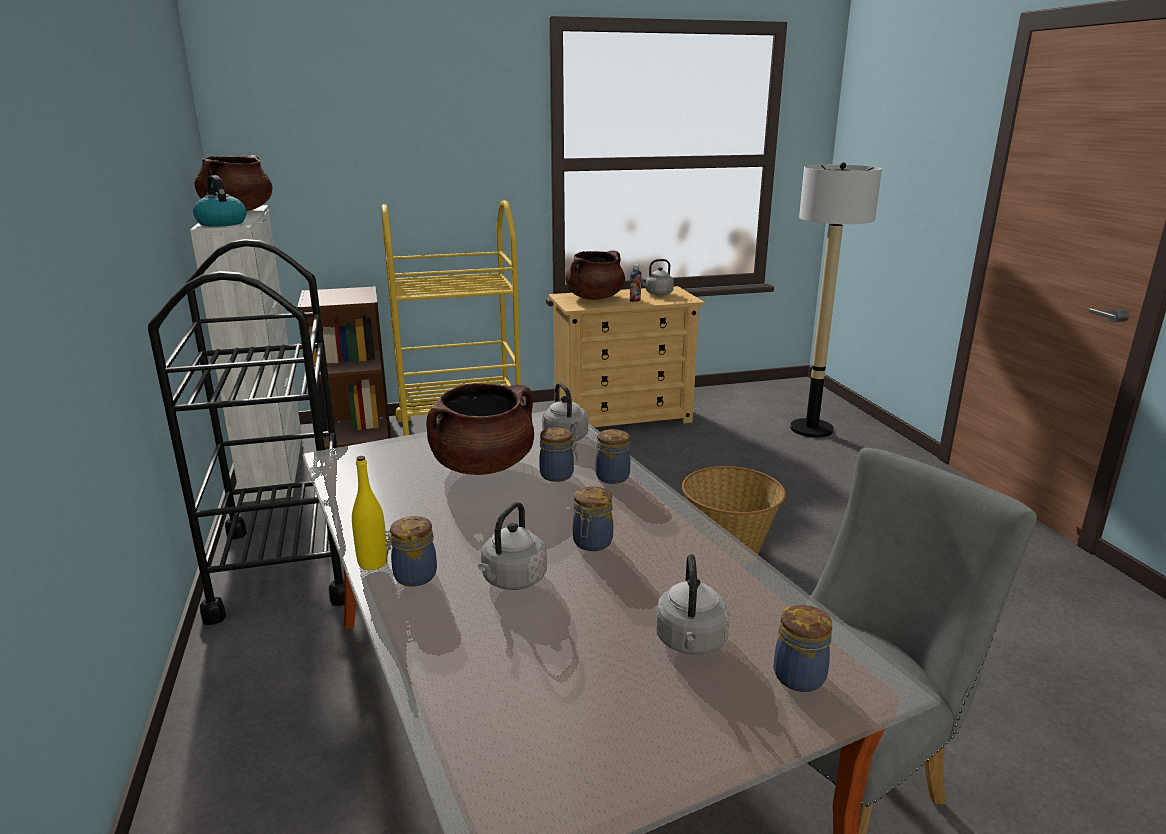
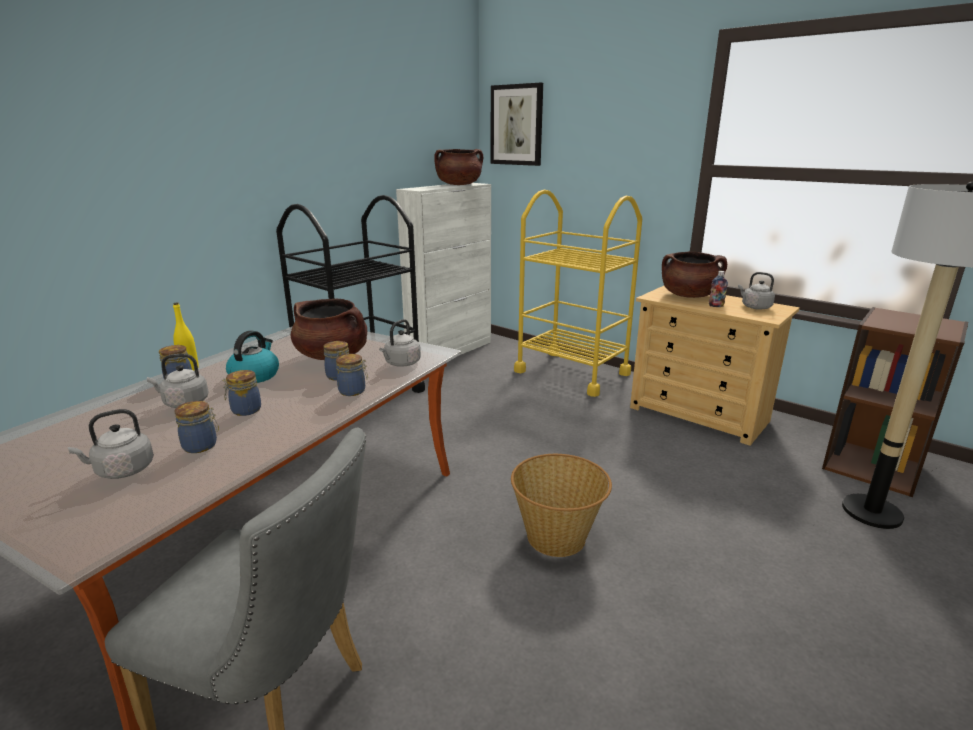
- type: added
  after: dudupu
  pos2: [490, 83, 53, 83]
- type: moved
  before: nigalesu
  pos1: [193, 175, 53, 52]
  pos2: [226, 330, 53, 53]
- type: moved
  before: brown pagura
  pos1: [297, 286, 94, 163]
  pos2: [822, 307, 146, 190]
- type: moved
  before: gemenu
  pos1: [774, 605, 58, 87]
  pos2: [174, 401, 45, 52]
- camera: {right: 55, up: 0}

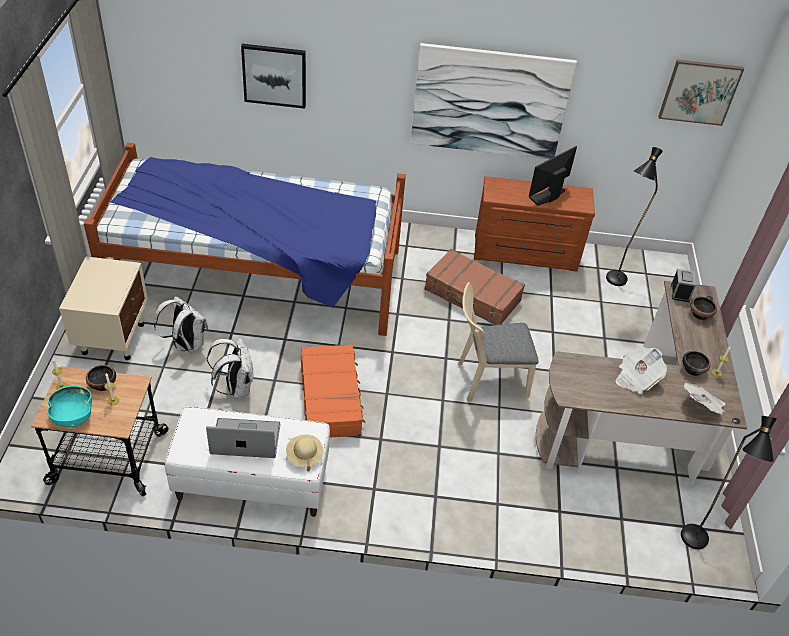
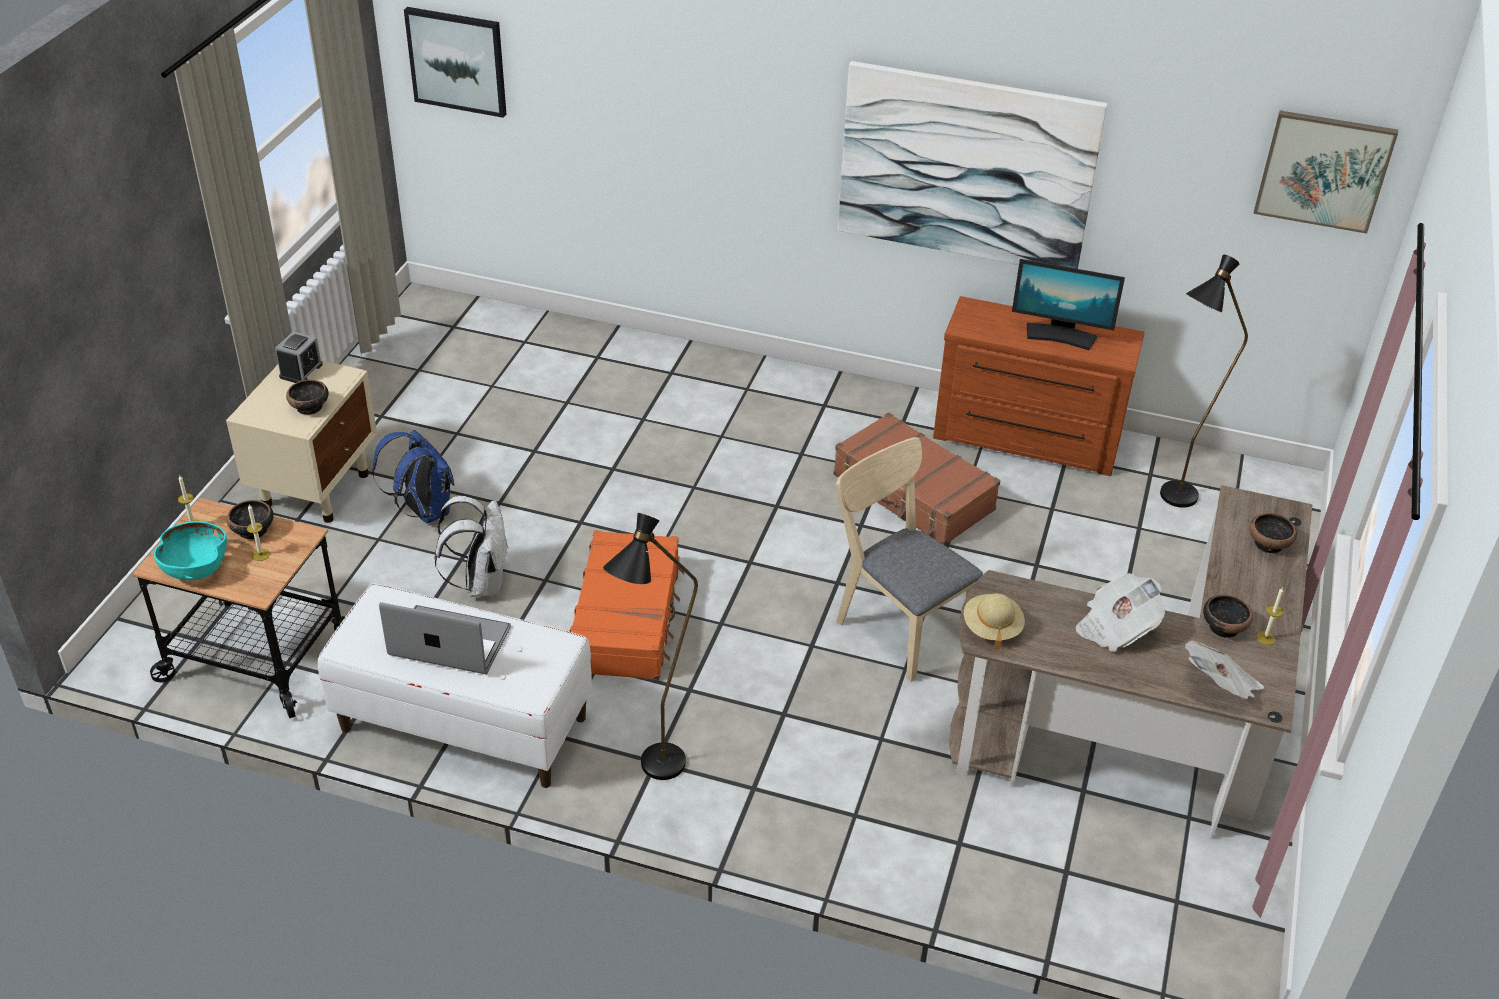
- type: removed
  before: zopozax
  pos1: [84, 143, 322, 193]
- type: added
  after: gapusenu
  pos2: [286, 380, 43, 35]
- type: moved
  before: dudupu
  pos1: [241, 44, 65, 65]
  pos2: [404, 7, 102, 111]
- type: moved
  before: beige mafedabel
  pos1: [286, 435, 38, 36]
  pos2: [964, 593, 61, 57]
- type: moved
  before: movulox
  pos1: [671, 269, 25, 33]
  pos2: [275, 331, 48, 52]
- type: moved
  before: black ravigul
  pos1: [681, 416, 96, 133]
  pos2: [603, 513, 95, 267]
- type: recoloured
  before: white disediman
  after: blue disediman
  pos1: [154, 296, 54, 57]
  pos2: [372, 430, 83, 93]
- type: turned
  before: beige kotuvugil
  pos1: [458, 282, 81, 121]
  pos2: [835, 437, 148, 245]
  turn: 45
- type: turned
  before: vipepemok
  pos1: [529, 146, 48, 60]
  pos2: [1012, 259, 113, 91]
  turn: -135
- camera: {right: 15, up: -5}

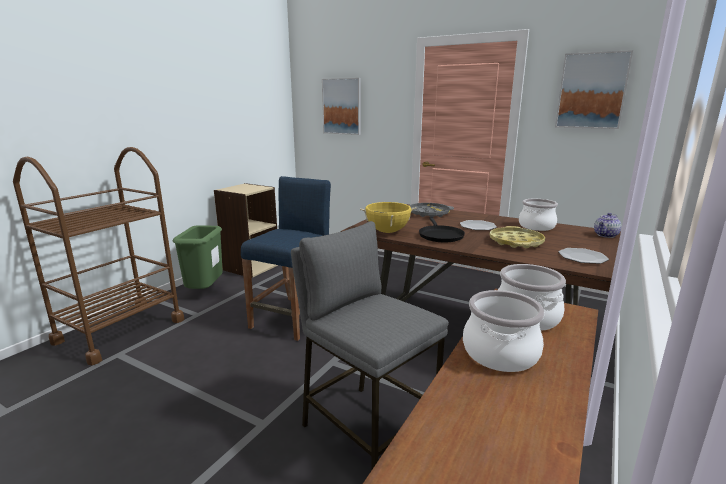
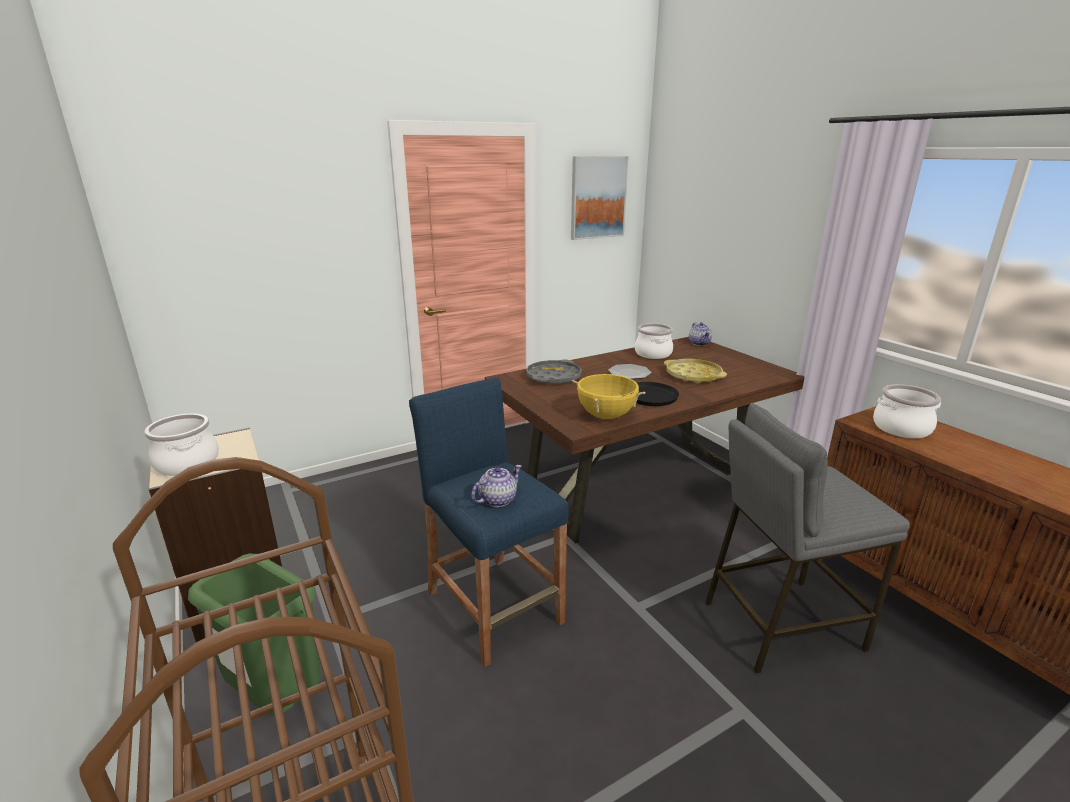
- type: removed
  before: dudupu
  pos1: [322, 78, 39, 57]
- type: removed
  before: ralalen
  pos1: [558, 248, 51, 16]
- type: added
  after: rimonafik
  pos2: [471, 465, 51, 42]
- type: moved
  before: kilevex
  pos1: [463, 290, 82, 82]
  pos2: [144, 414, 75, 62]
- camera: {right: -60, up: 5}

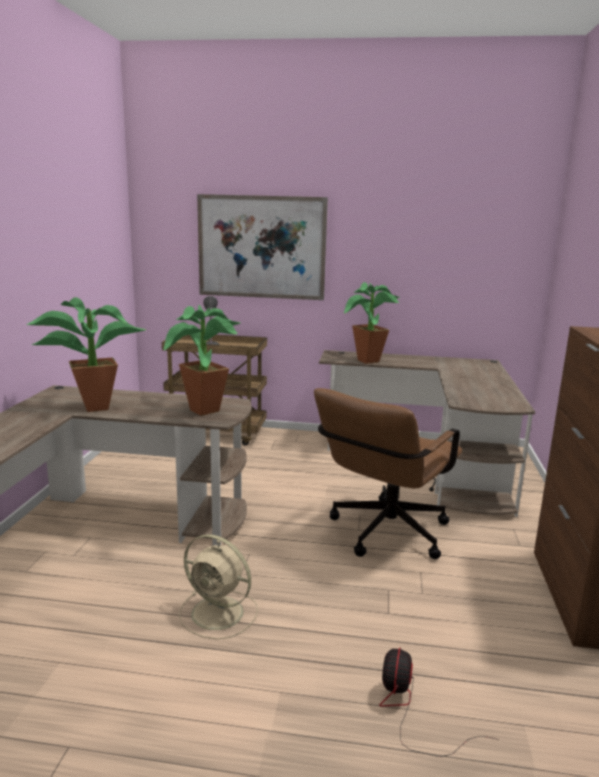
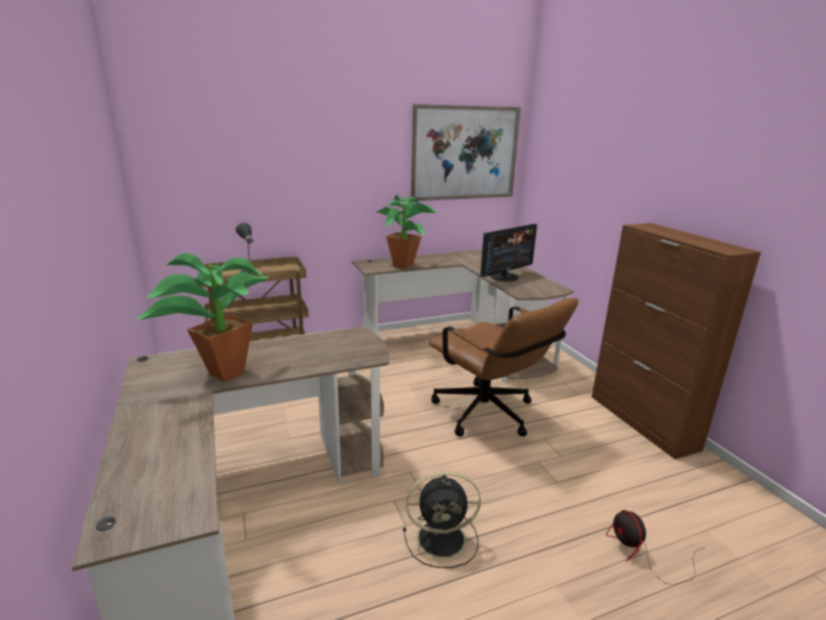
- type: removed
  before: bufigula
  pos1: [163, 305, 78, 111]
- type: added
  after: vipepemok
  pos2: [480, 224, 57, 58]
- type: moved
  before: dudupu
  pos1: [197, 194, 131, 106]
  pos2: [411, 104, 110, 97]
- type: recoloured
  before: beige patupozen
  after: black patupozen
  pos1: [179, 534, 79, 105]
  pos2: [403, 471, 78, 97]
- type: turned
  before: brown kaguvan
  pos1: [314, 388, 149, 171]
  pos2: [429, 298, 150, 138]
  turn: -45
- camera: {right: -30, up: 5}

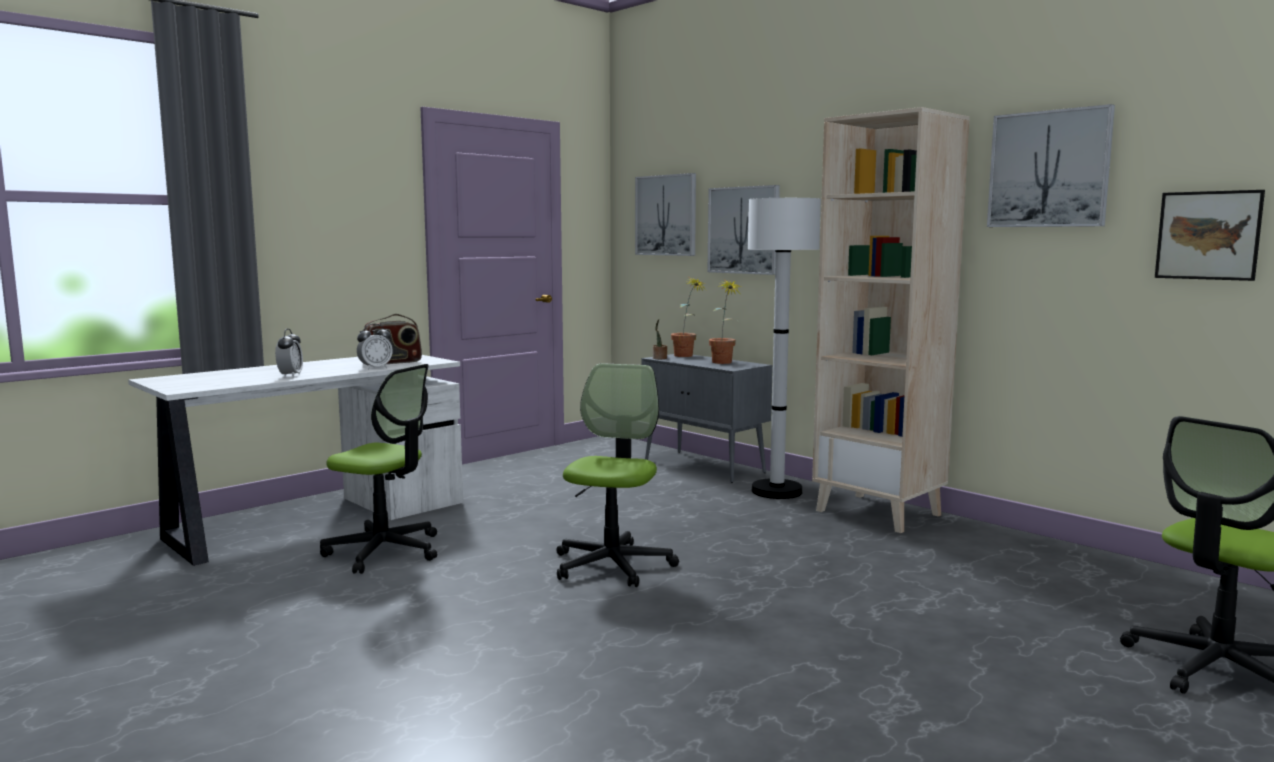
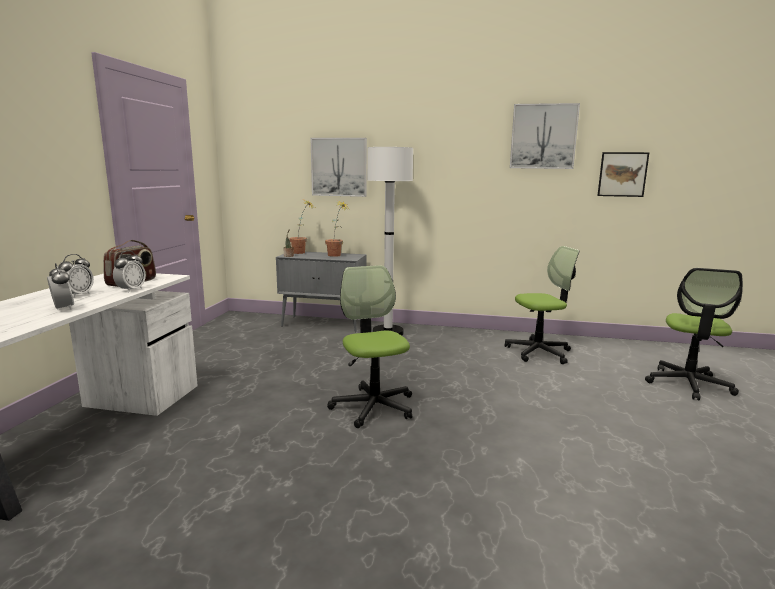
- type: removed
  before: dudupu
  pos1: [635, 173, 61, 83]
- type: removed
  before: beige pagura
  pos1: [812, 107, 158, 426]
- type: added
  after: movulox
  pos2: [58, 254, 36, 44]
- type: moved
  before: kaguvan
  pos1: [320, 364, 117, 210]
  pos2: [504, 246, 75, 118]
- camera: {right: -35, up: 5}

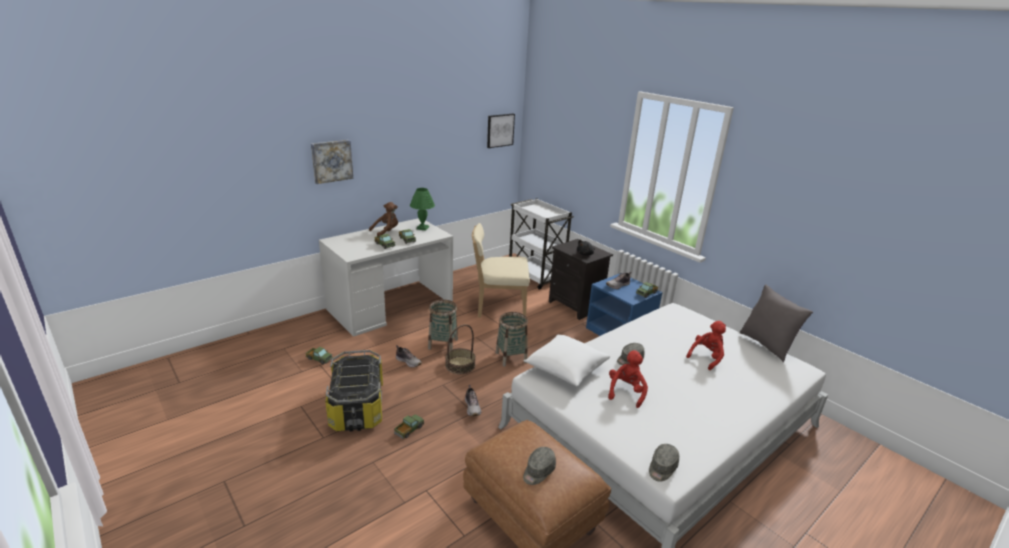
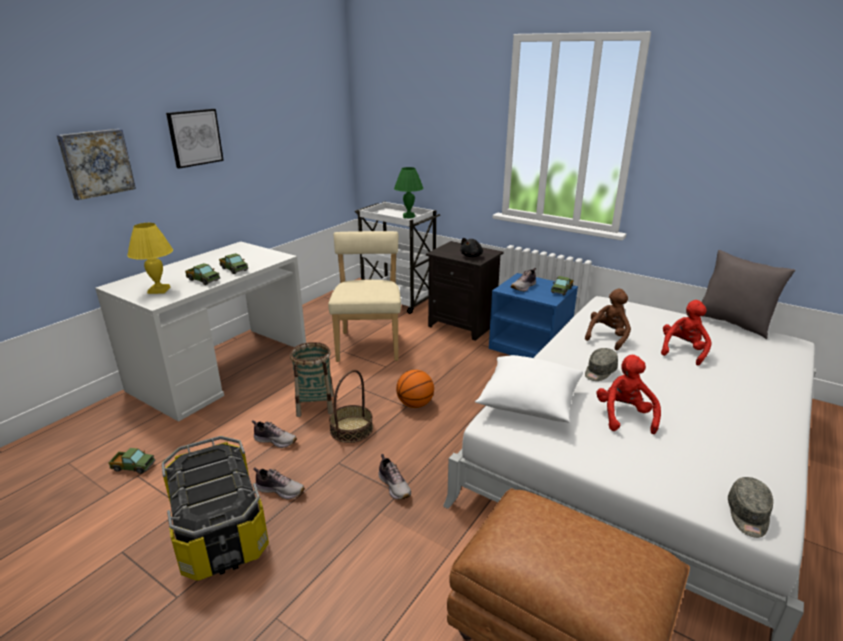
- type: removed
  before: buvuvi
  pos1: [394, 414, 30, 25]
- type: removed
  before: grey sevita
  pos1: [523, 447, 33, 38]
- type: added
  after: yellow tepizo
  pos2: [127, 223, 46, 71]
- type: added
  after: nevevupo
  pos2: [253, 467, 52, 32]
- type: moved
  before: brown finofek
  pos1: [369, 202, 29, 34]
  pos2: [585, 288, 46, 63]
- type: moved
  before: green tepizo
  pos1: [410, 188, 25, 43]
  pos2: [394, 167, 29, 51]
- type: moved
  before: dudupu
  pos1: [487, 114, 28, 34]
  pos2: [166, 109, 58, 60]
- type: replaced
  before: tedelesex
  after: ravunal
  pos1: [496, 312, 32, 55]
  pos2: [396, 370, 38, 38]
- type: turned
  before: beige kotuvugil
  pos1: [472, 223, 58, 95]
  pos2: [328, 231, 73, 131]
  turn: 105
- camera: {right: -15, up: 0}

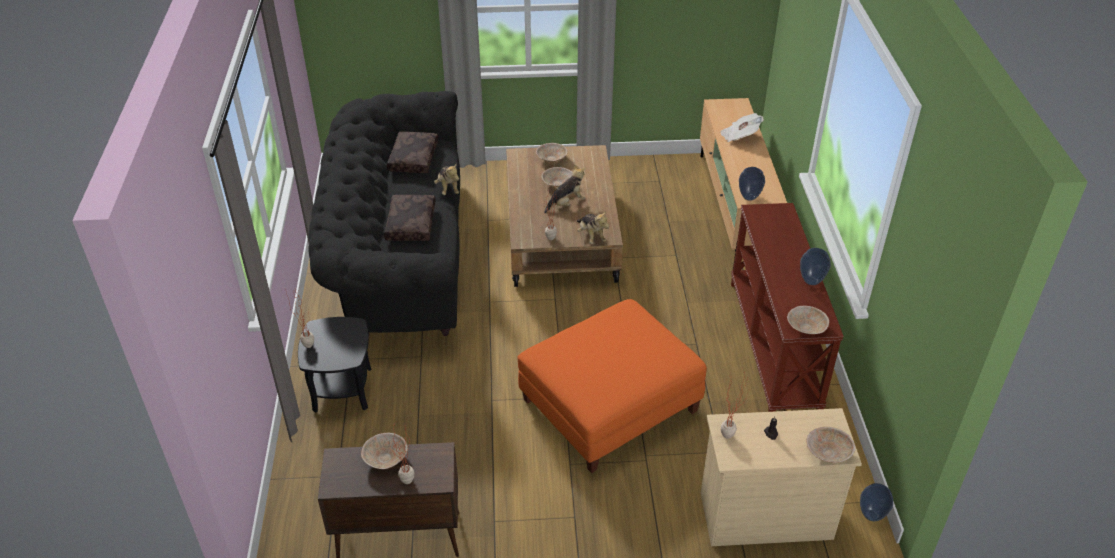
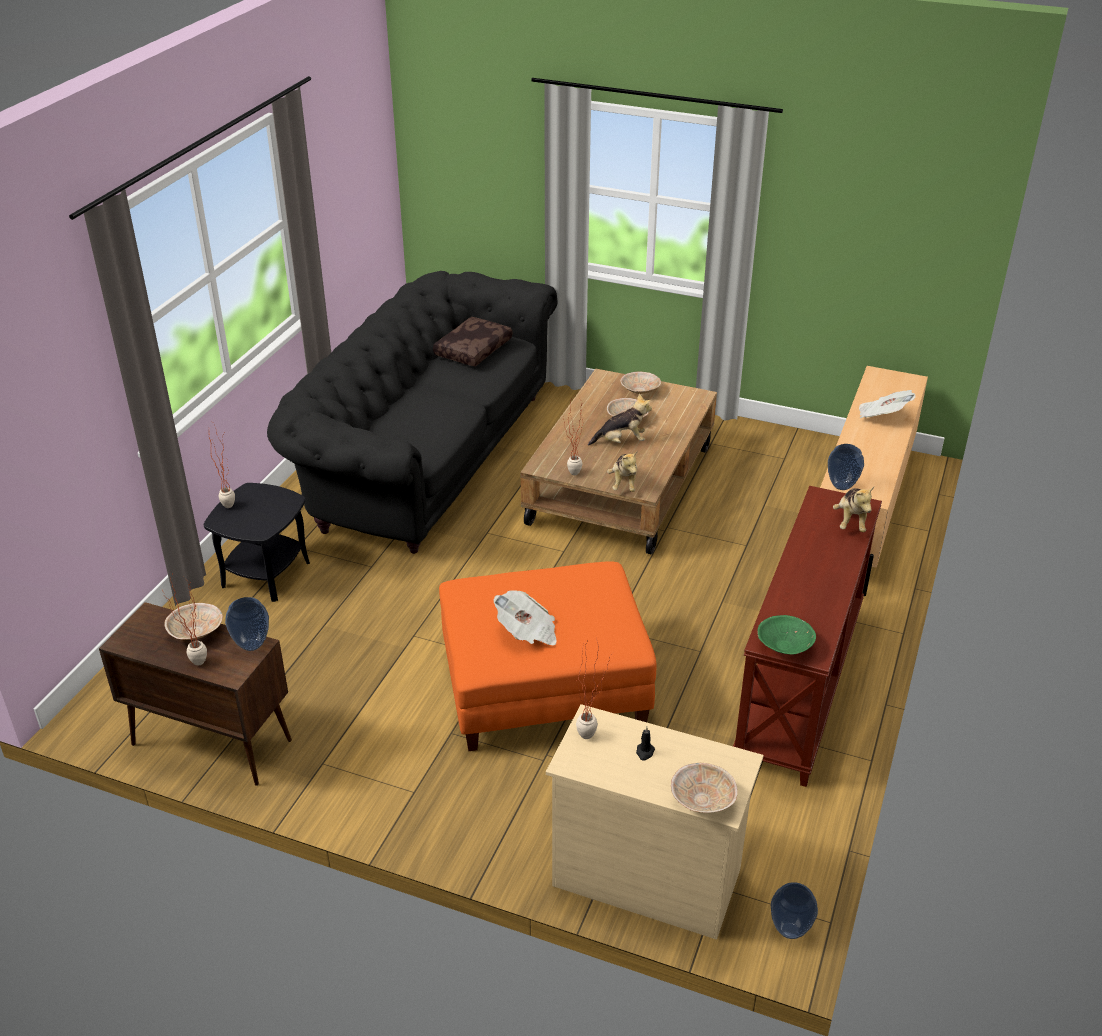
- type: removed
  before: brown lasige
  pos1: [384, 195, 51, 46]
- type: added
  after: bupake
  pos2: [494, 590, 63, 55]
- type: moved
  before: finofek
  pos1: [434, 163, 25, 32]
  pos2: [833, 487, 41, 45]
- type: moved
  before: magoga
  pos1: [800, 248, 31, 37]
  pos2: [225, 597, 44, 54]
- type: recoloured
  before: beige gapusenu
  after: green gapusenu
  pos1: [787, 306, 42, 28]
  pos2: [758, 615, 58, 40]
- camera: {right: 25, up: -5}

